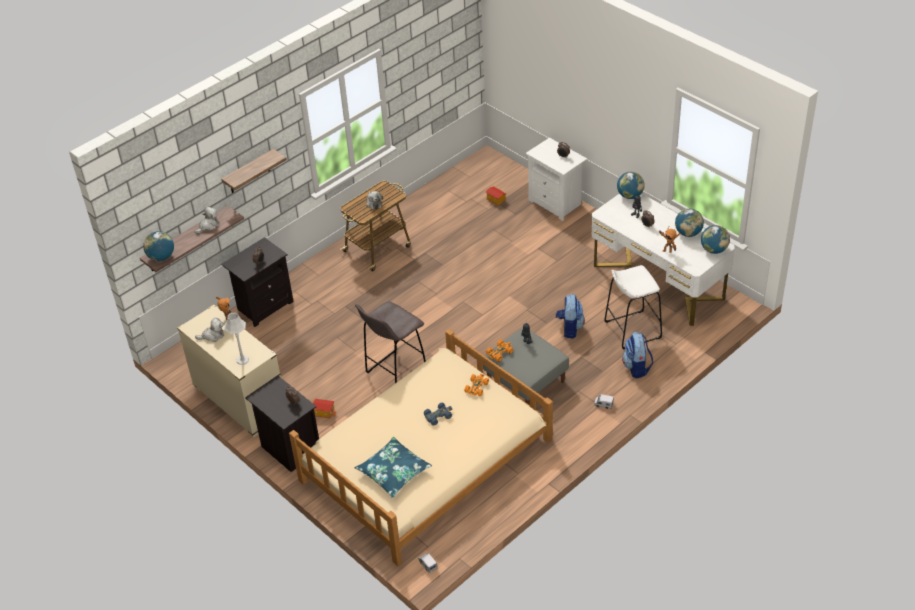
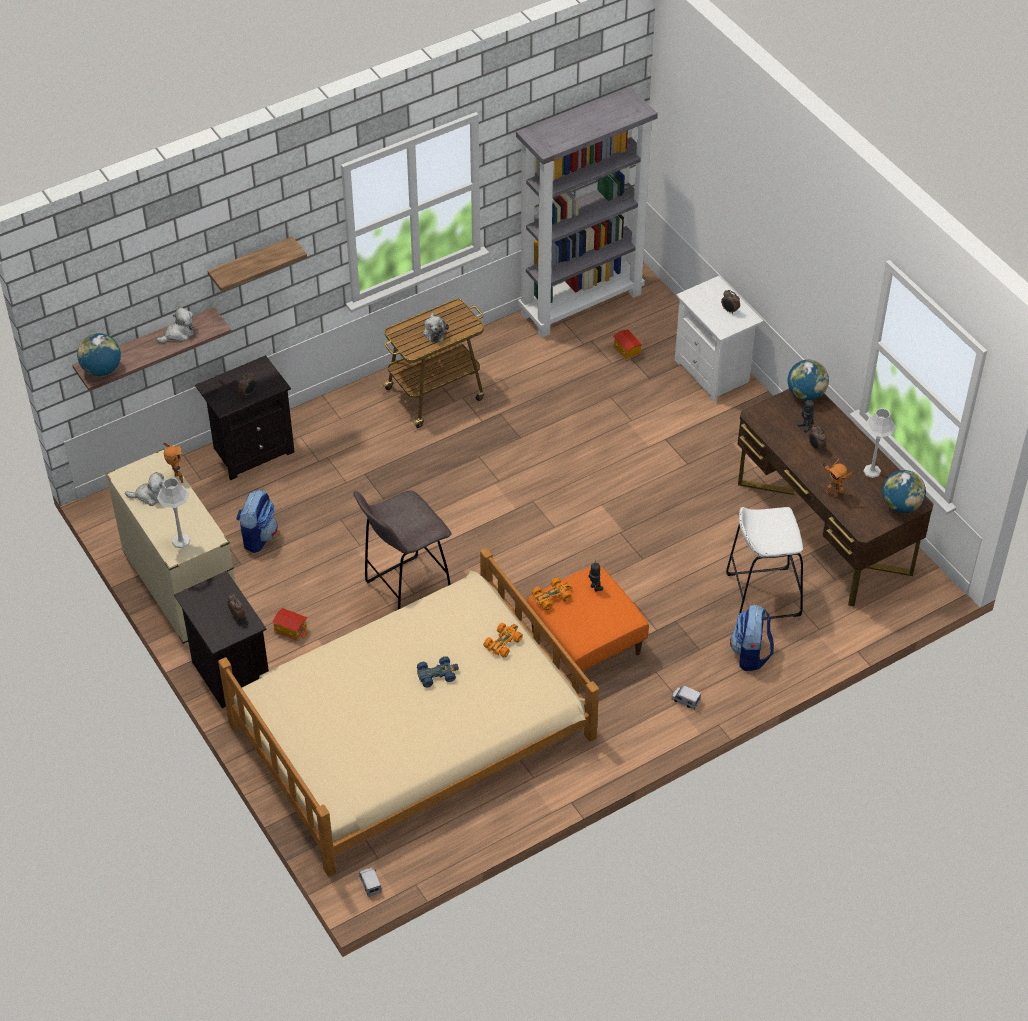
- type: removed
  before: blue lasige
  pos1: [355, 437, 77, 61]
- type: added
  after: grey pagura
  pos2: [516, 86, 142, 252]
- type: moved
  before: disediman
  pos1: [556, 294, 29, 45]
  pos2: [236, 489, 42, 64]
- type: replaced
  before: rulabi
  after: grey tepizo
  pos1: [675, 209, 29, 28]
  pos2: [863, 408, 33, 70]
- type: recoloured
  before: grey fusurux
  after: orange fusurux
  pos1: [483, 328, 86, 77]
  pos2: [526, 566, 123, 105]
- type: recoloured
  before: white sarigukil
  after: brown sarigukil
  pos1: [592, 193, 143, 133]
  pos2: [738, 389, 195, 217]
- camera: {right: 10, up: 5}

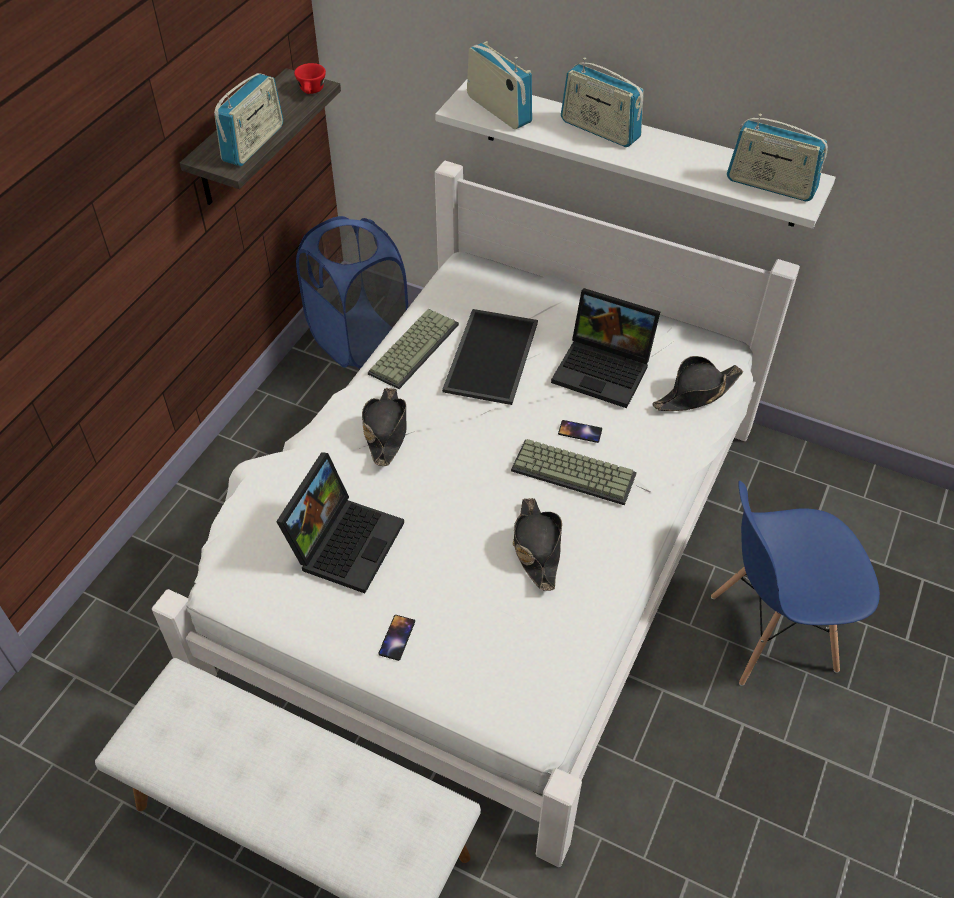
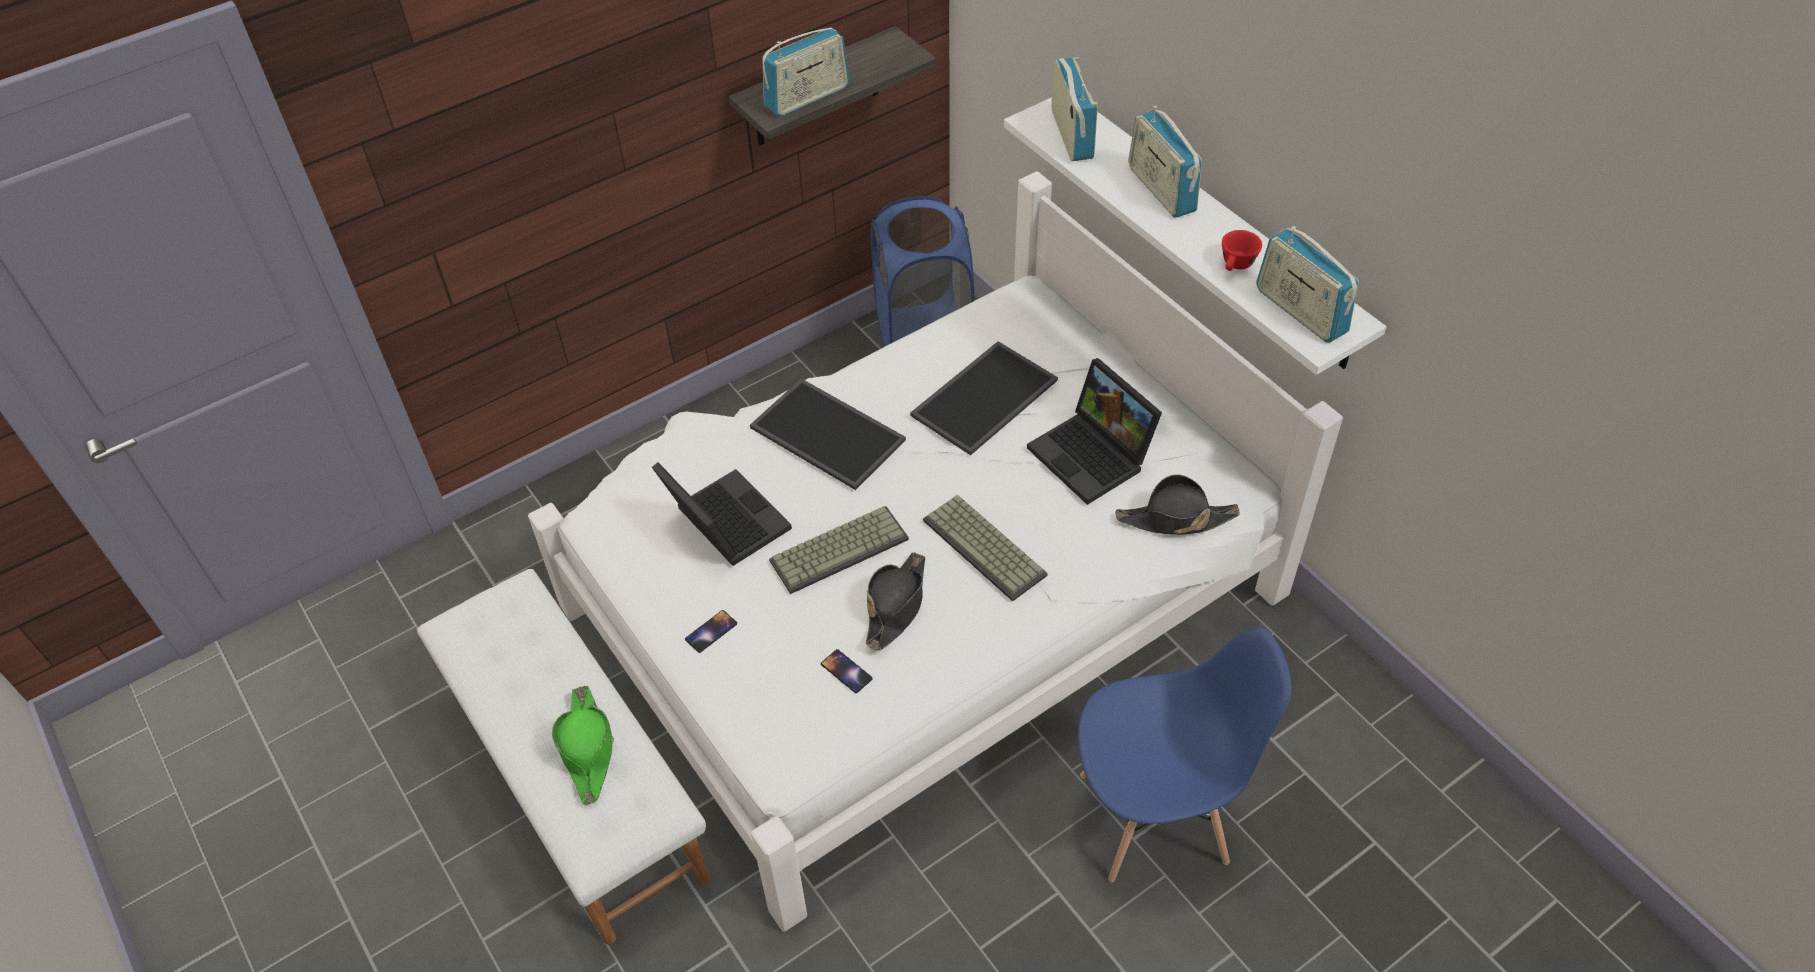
- type: added
  after: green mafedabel
  pos2: [552, 686, 62, 119]
- type: moved
  before: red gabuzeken
  pos1: [294, 63, 32, 31]
  pos2: [1222, 230, 40, 41]
- type: moved
  before: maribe
  pos1: [368, 309, 91, 80]
  pos2: [769, 506, 140, 88]
- type: moved
  before: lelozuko
  pos1: [558, 420, 44, 23]
  pos2: [821, 649, 52, 44]
- type: replaced
  before: black mafedabel
  after: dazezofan
  pos1: [362, 388, 45, 78]
  pos2: [750, 378, 156, 112]
- type: turned
  before: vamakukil
  pos1: [276, 452, 128, 141]
  pos2: [652, 462, 140, 104]
  turn: -90
- type: turned
  before: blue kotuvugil
  pos1: [711, 481, 169, 205]
  pos2: [1078, 626, 213, 257]
  turn: 150
- camera: {right: 30, up: 0}

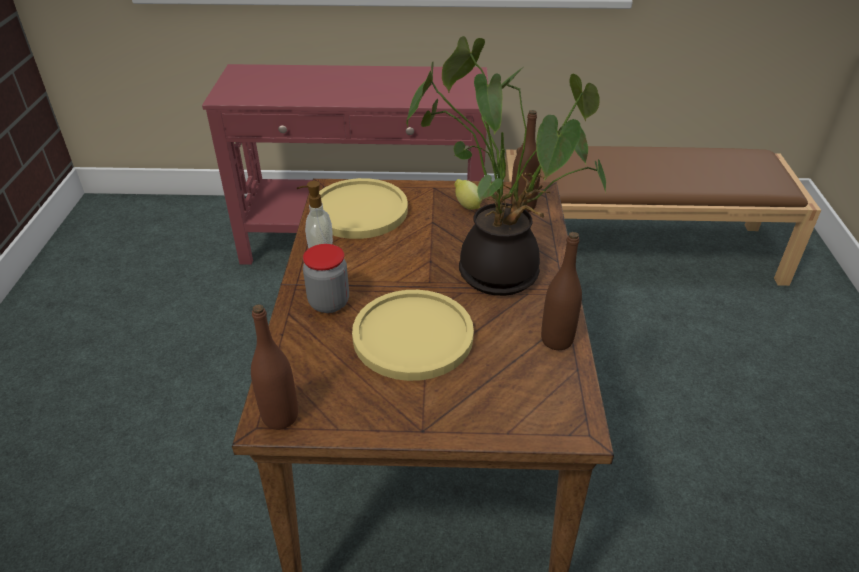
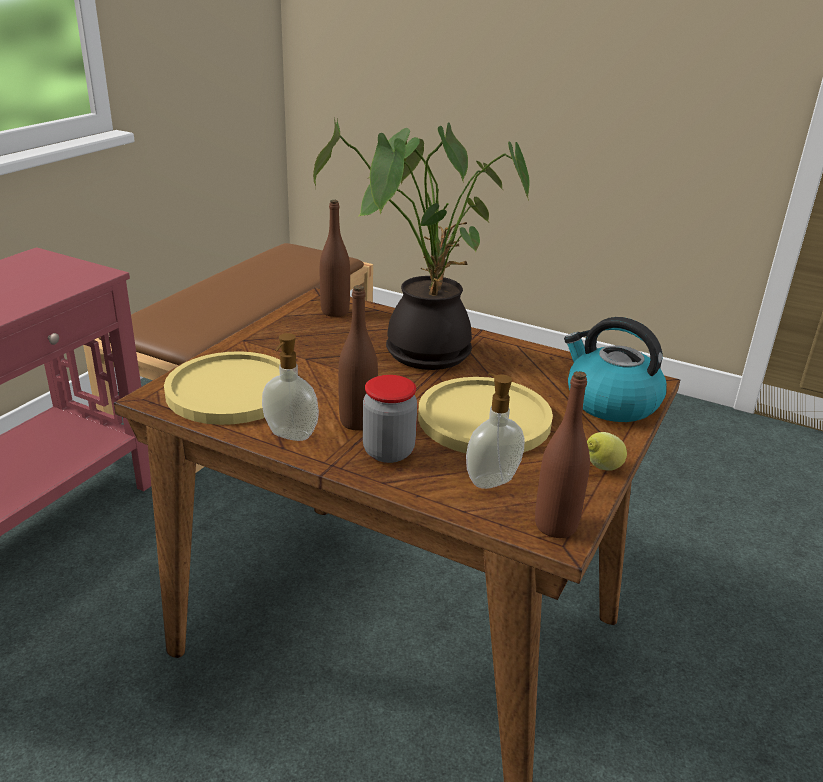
- type: added
  after: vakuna
  pos2: [466, 373, 59, 116]
- type: added
  after: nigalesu
  pos2: [564, 317, 103, 105]
- type: moved
  before: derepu
  pos1: [454, 179, 28, 31]
  pos2: [587, 432, 40, 39]
- type: moved
  before: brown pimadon
  pos1: [541, 232, 41, 118]
  pos2: [338, 285, 40, 146]
- camera: {right: -65, up: -10}

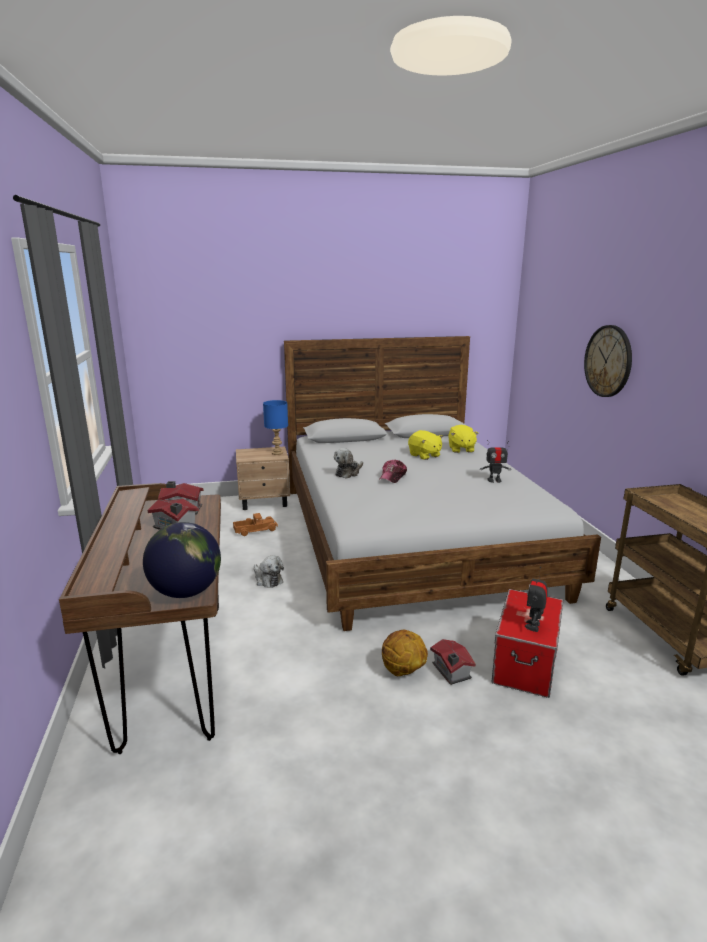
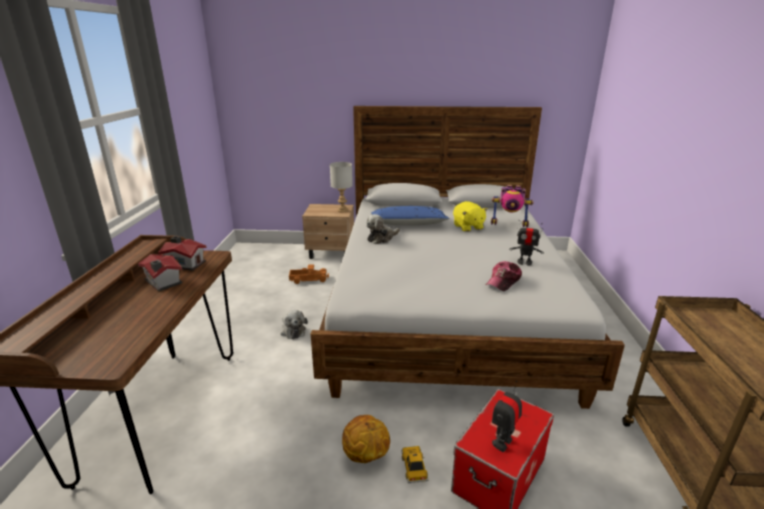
- type: removed
  before: rulabi
  pos1: [143, 522, 78, 76]
- type: removed
  before: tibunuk
  pos1: [584, 325, 48, 72]
- type: added
  after: blue lasige
  pos2: [371, 206, 79, 19]
- type: moved
  before: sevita
  pos1: [378, 460, 29, 23]
  pos2: [486, 261, 36, 30]
- type: replaced
  before: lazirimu
  after: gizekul
  pos1: [430, 639, 46, 46]
  pos2: [401, 446, 27, 37]
- type: replaced
  before: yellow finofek
  after: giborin
  pos1: [448, 425, 31, 28]
  pos2: [491, 185, 42, 42]
- type: recoloured
  before: blue tepizo
  after: grey tepizo
  pos1: [263, 400, 25, 55]
  pos2: [330, 162, 23, 50]
- camera: {right: 15, up: 5}

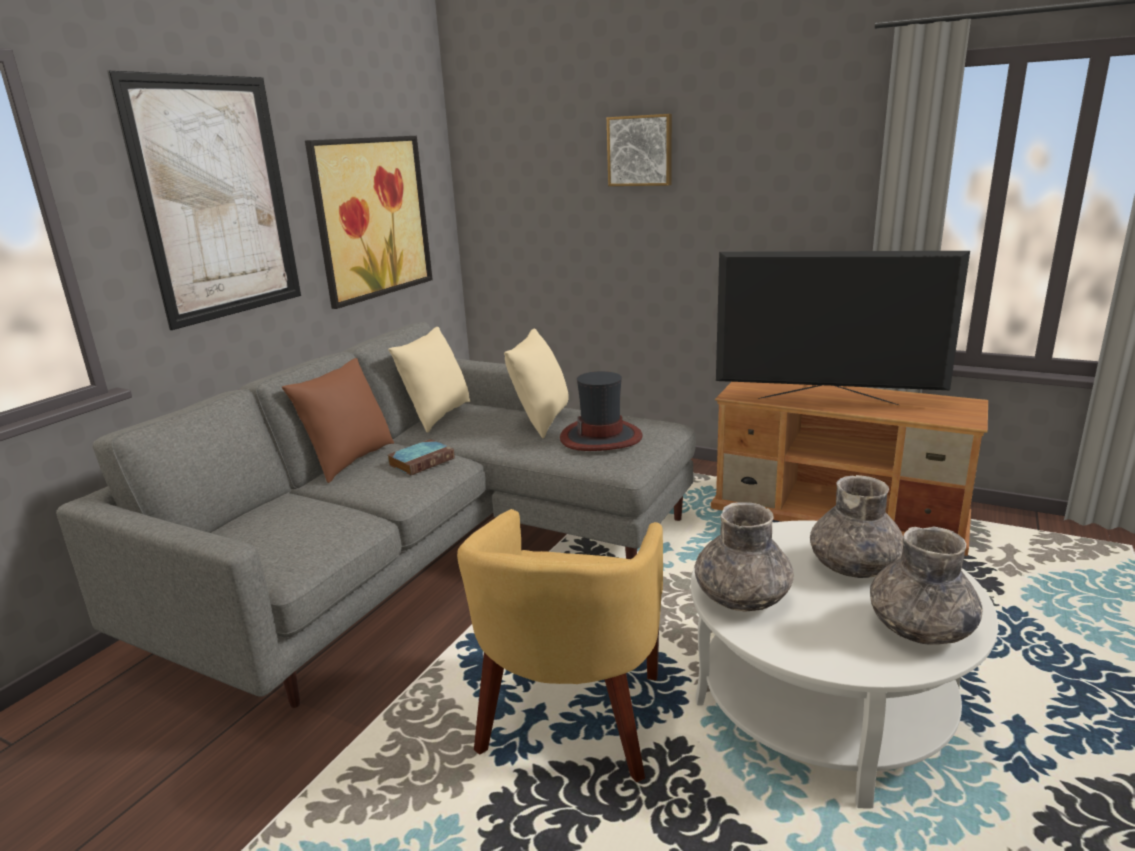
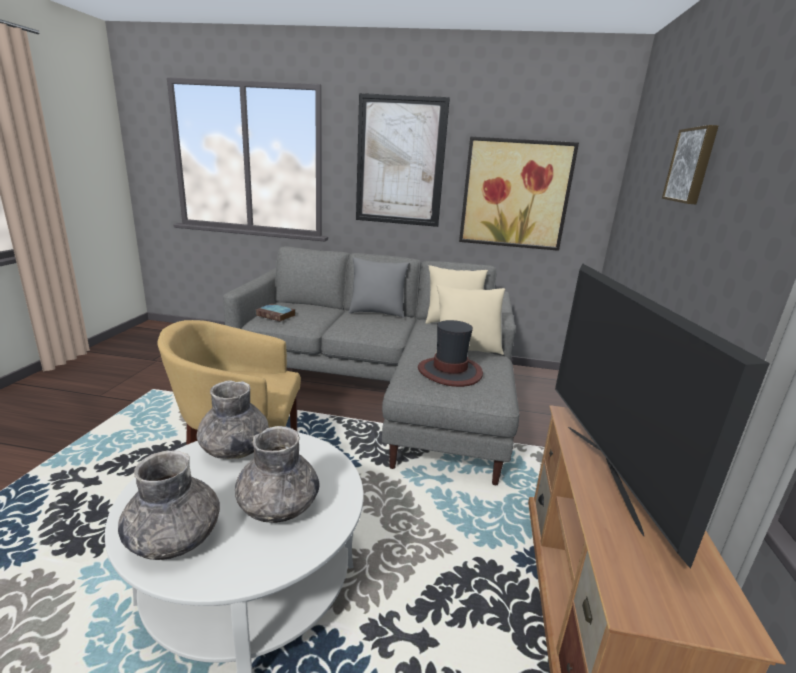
- type: moved
  before: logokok
  pos1: [388, 439, 67, 37]
  pos2: [256, 304, 40, 18]
- type: recoloured
  before: brown lasige
  after: grey lasige
  pos1: [282, 358, 112, 125]
  pos2: [349, 257, 60, 61]
- camera: {right: 70, up: 0}

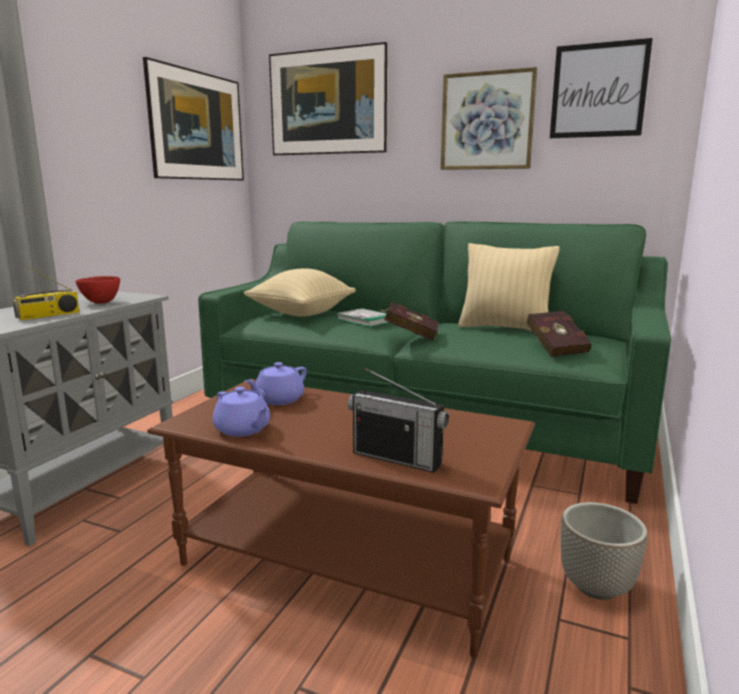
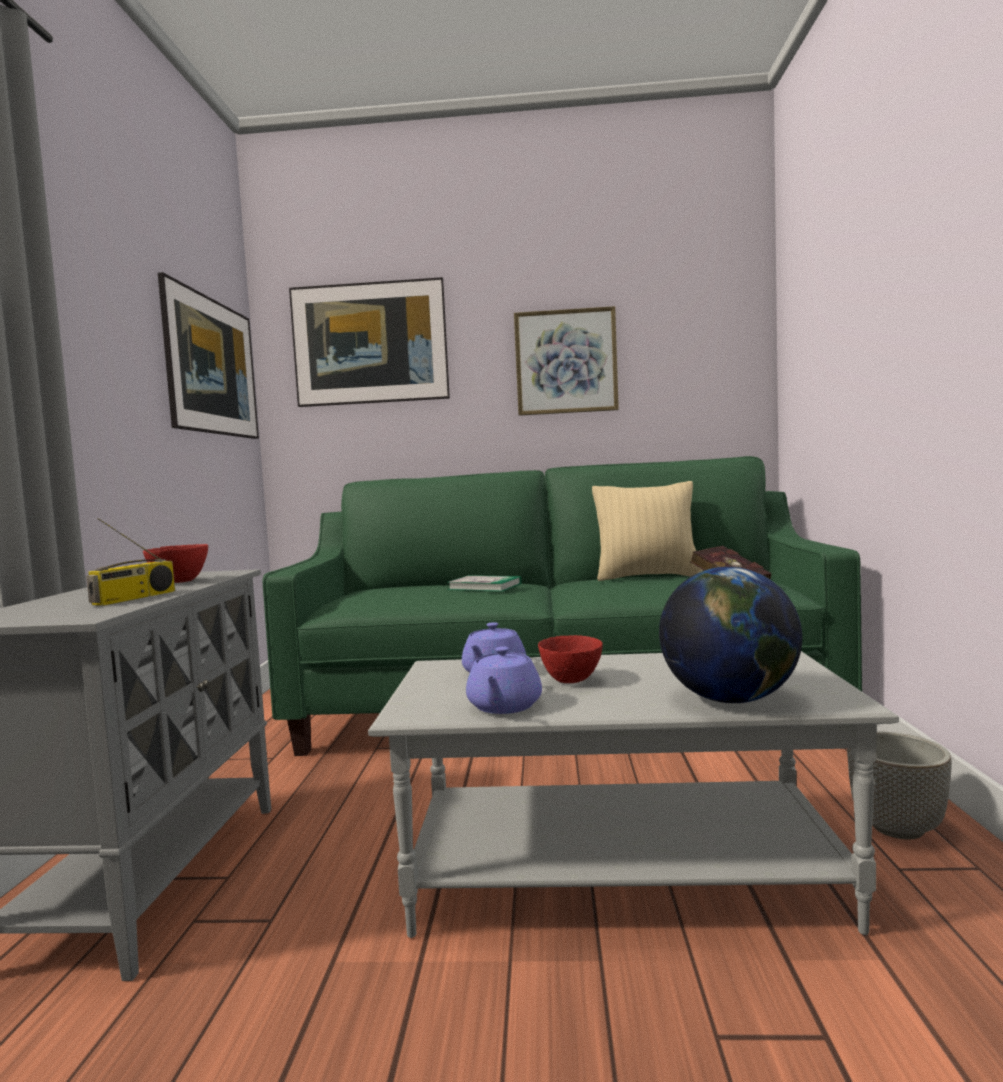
- type: removed
  before: beige lasige
  pos1: [244, 268, 112, 49]
- type: removed
  before: red logokok
  pos1: [378, 302, 60, 39]
- type: removed
  before: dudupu
  pos1: [550, 38, 103, 100]
- type: added
  after: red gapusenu
  pos2: [538, 635, 64, 48]
- type: replaced
  before: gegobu
  after: rulabi
  pos1: [348, 368, 101, 105]
  pos2: [659, 567, 143, 136]
- type: recoloured
  before: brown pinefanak
  after: grey pinefanak
  pos1: [147, 379, 388, 280]
  pos2: [368, 651, 531, 287]
- type: turned
  before: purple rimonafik
  pos1: [213, 387, 57, 50]
  pos2: [466, 646, 76, 68]
  turn: 75
- camera: {right: -20, up: -10}

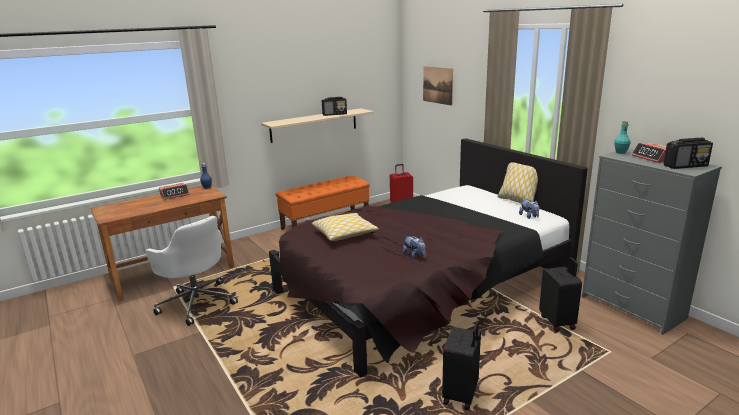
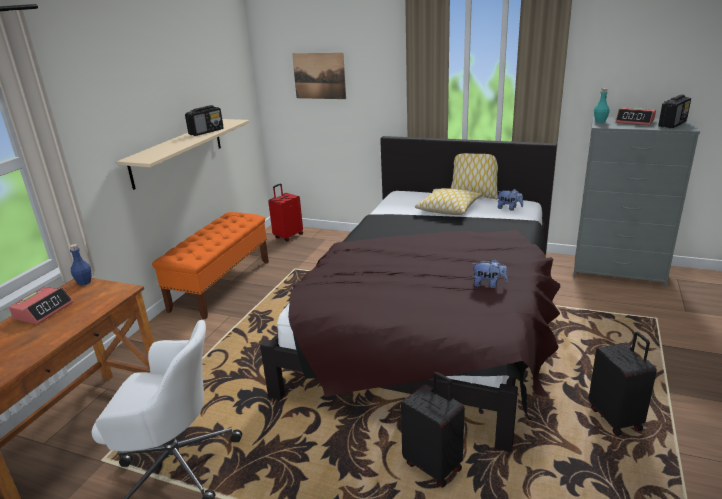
- type: moved
  before: lasige
  pos1: [312, 213, 67, 28]
  pos2: [415, 188, 66, 27]
- type: moved
  before: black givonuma
  pos1: [539, 257, 43, 75]
  pos2: [401, 372, 64, 116]
- camera: {right: -35, up: 5}

